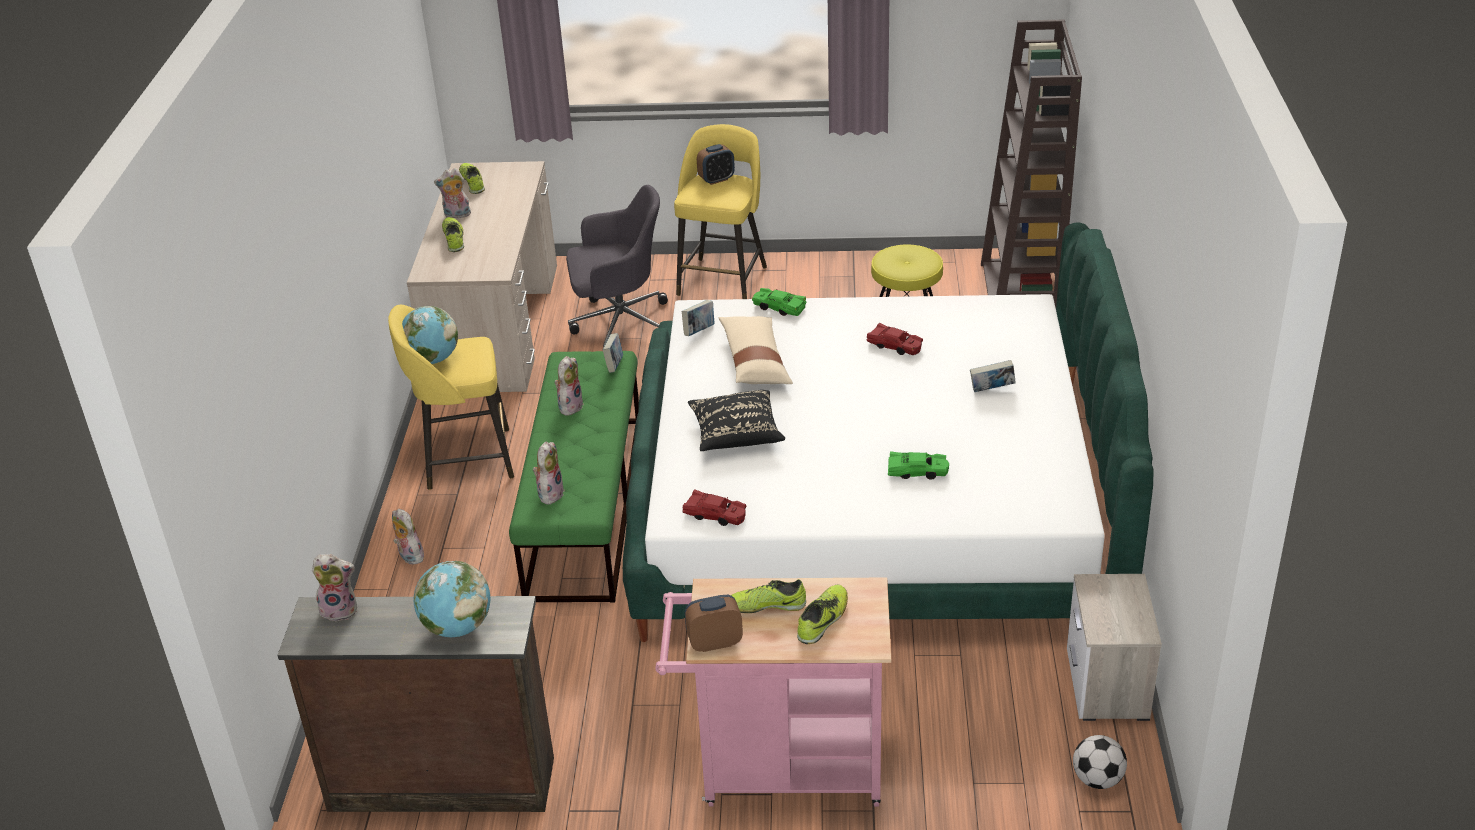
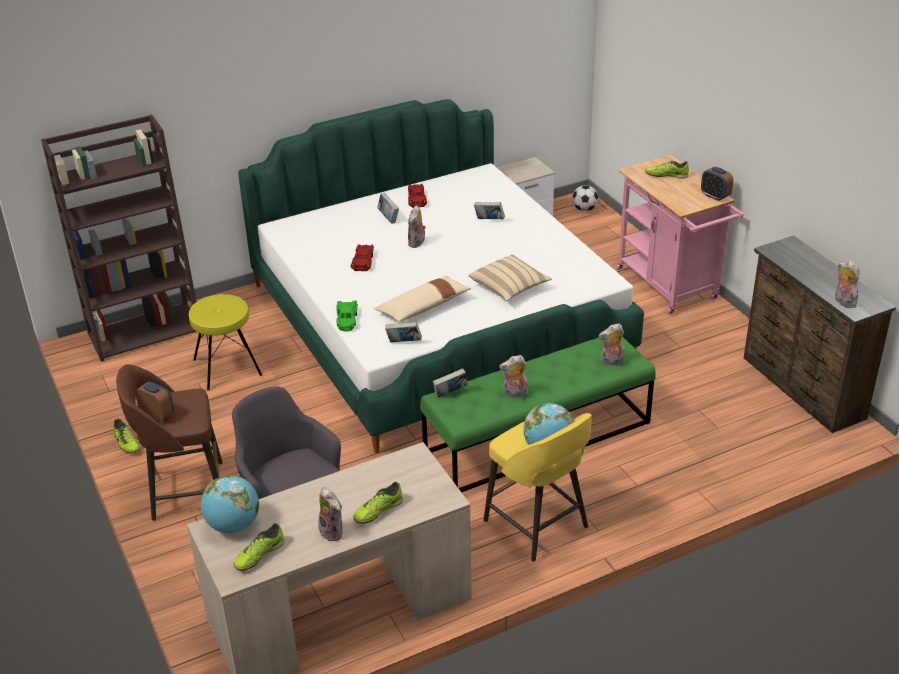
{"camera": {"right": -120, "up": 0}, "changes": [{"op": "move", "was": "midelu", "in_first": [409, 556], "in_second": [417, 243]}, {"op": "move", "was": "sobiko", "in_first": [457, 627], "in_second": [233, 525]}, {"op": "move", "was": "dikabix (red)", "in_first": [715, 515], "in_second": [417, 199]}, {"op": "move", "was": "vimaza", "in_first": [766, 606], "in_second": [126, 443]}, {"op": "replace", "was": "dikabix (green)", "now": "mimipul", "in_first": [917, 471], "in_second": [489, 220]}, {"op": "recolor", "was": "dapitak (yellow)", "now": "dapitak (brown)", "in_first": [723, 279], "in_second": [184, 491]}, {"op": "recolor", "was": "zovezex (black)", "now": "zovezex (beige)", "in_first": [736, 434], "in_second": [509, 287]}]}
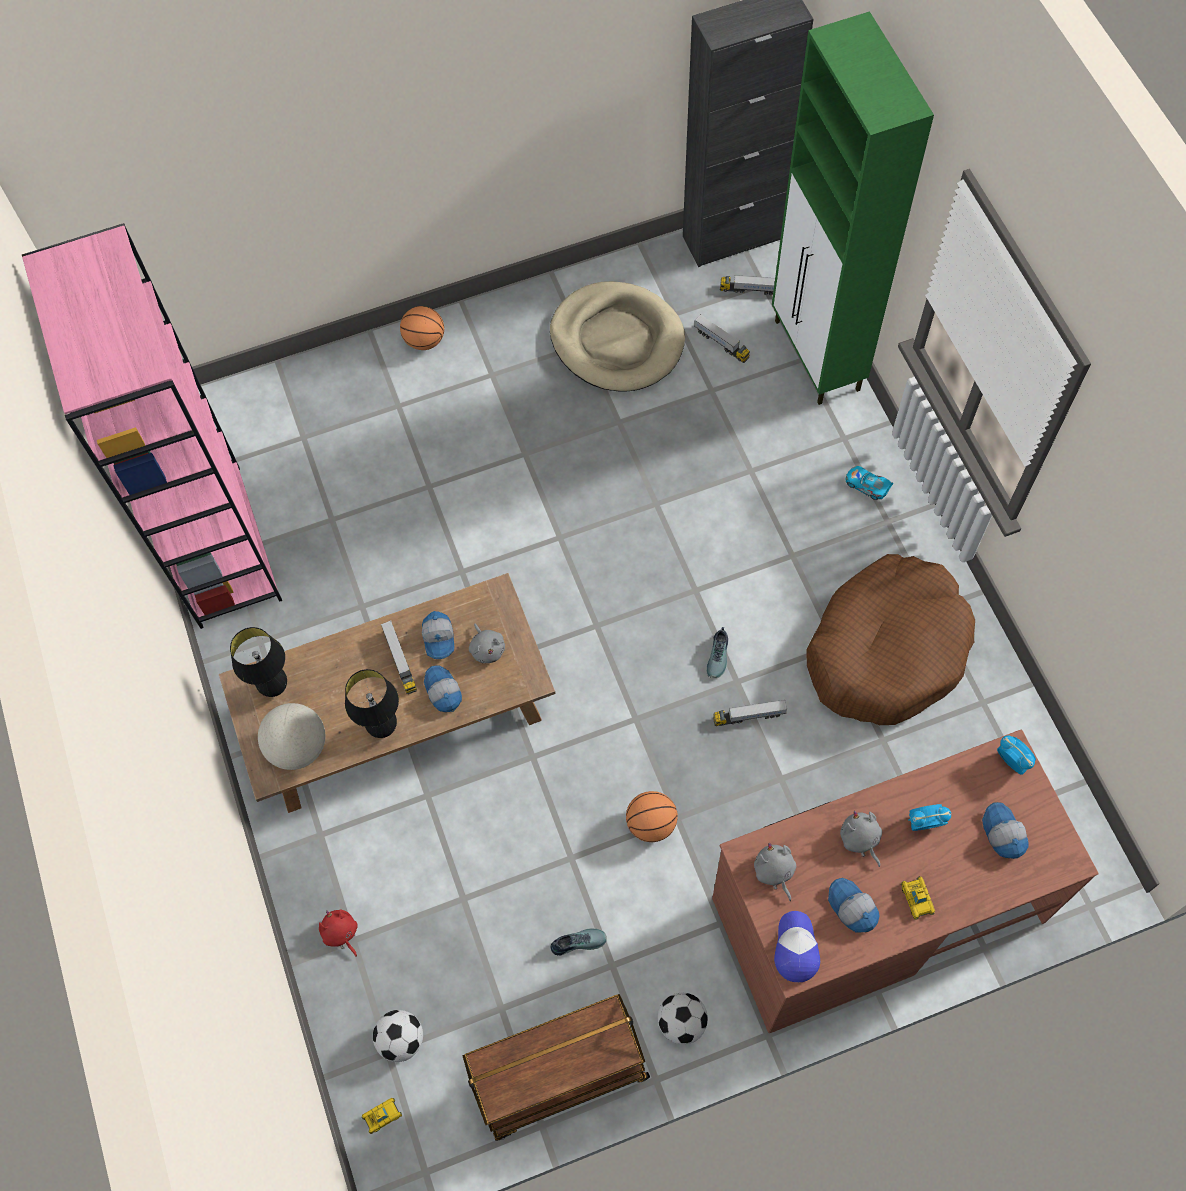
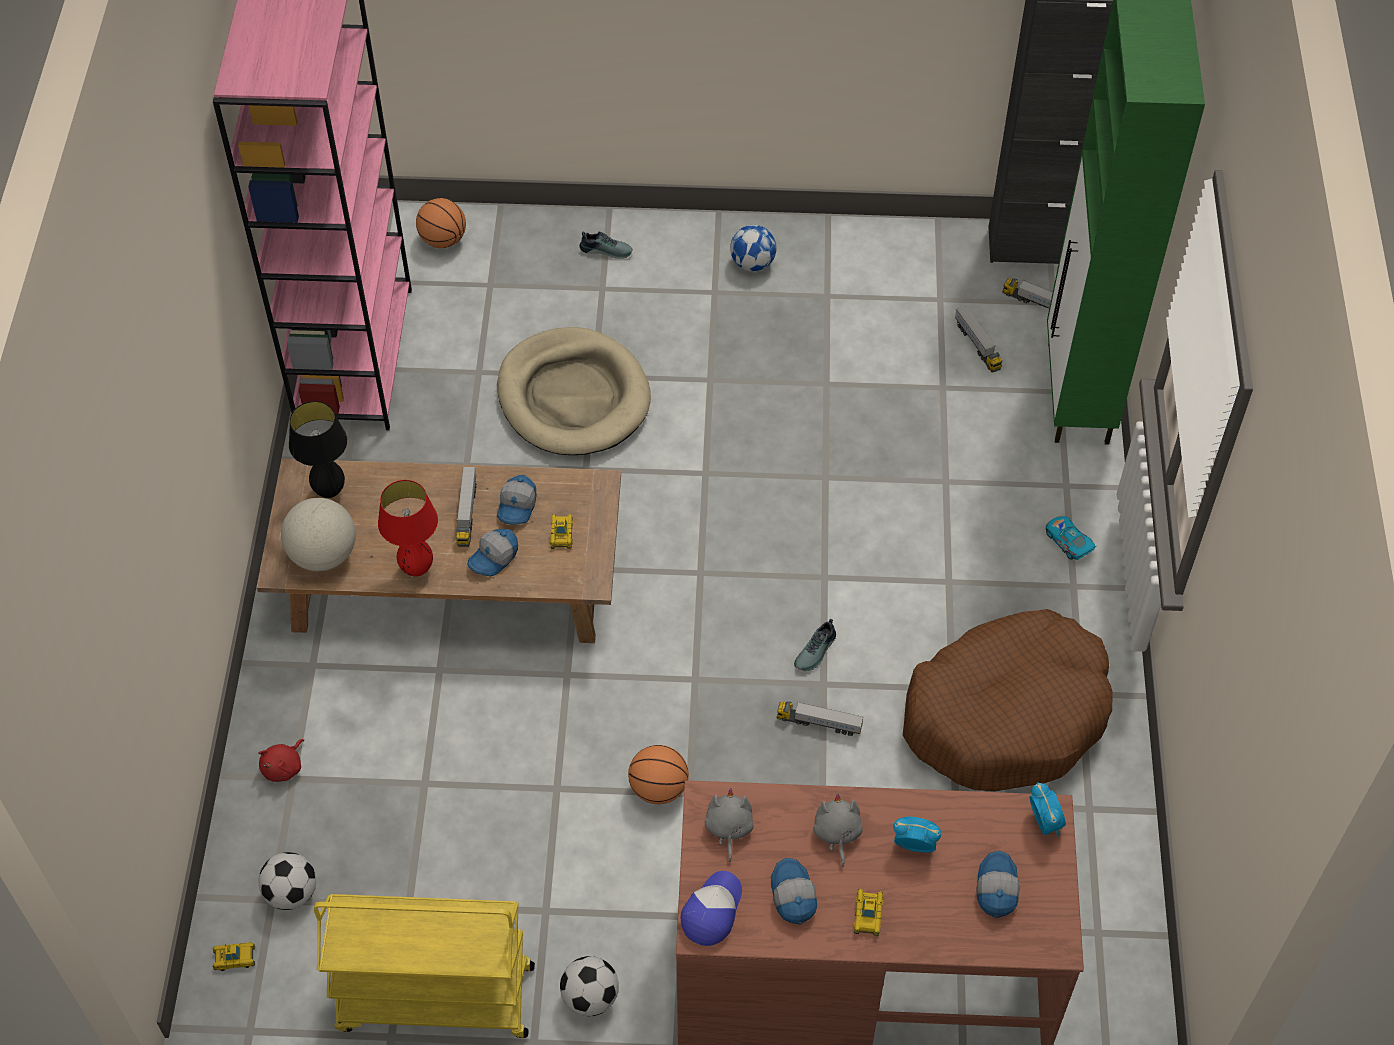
{"camera": {"right": 20, "up": -10}, "changes": [{"op": "insert", "now": "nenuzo", "in_second": [752, 263]}, {"op": "move", "was": "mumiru", "in_first": [424, 340], "in_second": [443, 240]}, {"op": "move", "was": "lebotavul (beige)", "in_first": [617, 340], "in_second": [573, 397]}, {"op": "move", "was": "vimaza", "in_first": [578, 941], "in_second": [606, 249]}, {"op": "replace", "was": "midelu (grey)", "now": "dikabix", "in_first": [487, 648], "in_second": [561, 534]}, {"op": "recolor", "was": "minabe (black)", "now": "minabe (red)", "in_first": [383, 728], "in_second": [417, 569]}, {"op": "recolor", "was": "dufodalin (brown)", "now": "dufodalin (yellow)", "in_first": [560, 1078], "in_second": [434, 999]}, {"op": "rotate", "was": "midelu (red)", "in_first": [341, 933], "in_second": [284, 767], "clockwise": -135}, {"op": "rotate", "was": "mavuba", "in_first": [442, 692], "in_second": [494, 558], "clockwise": -135}]}
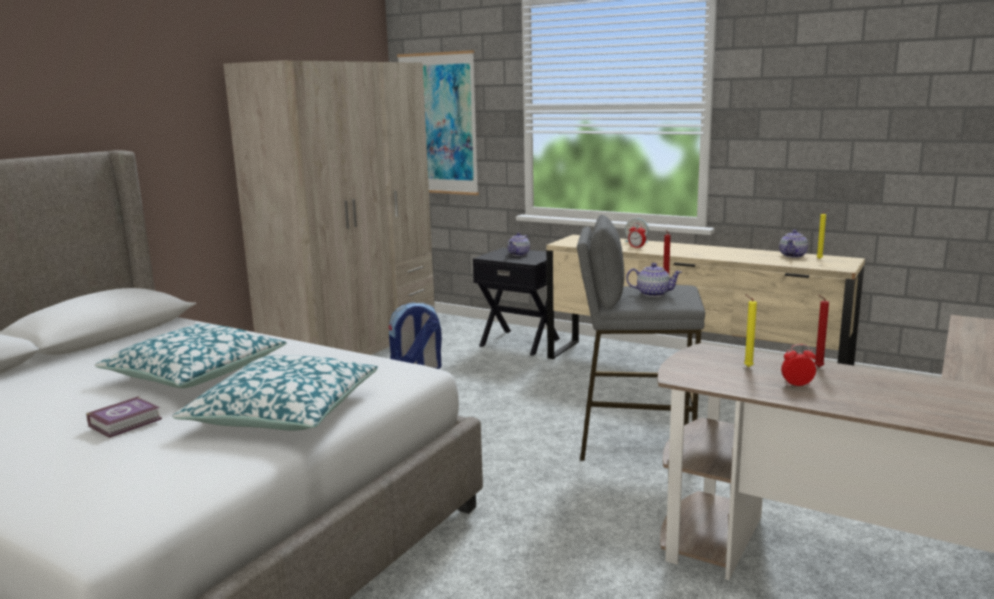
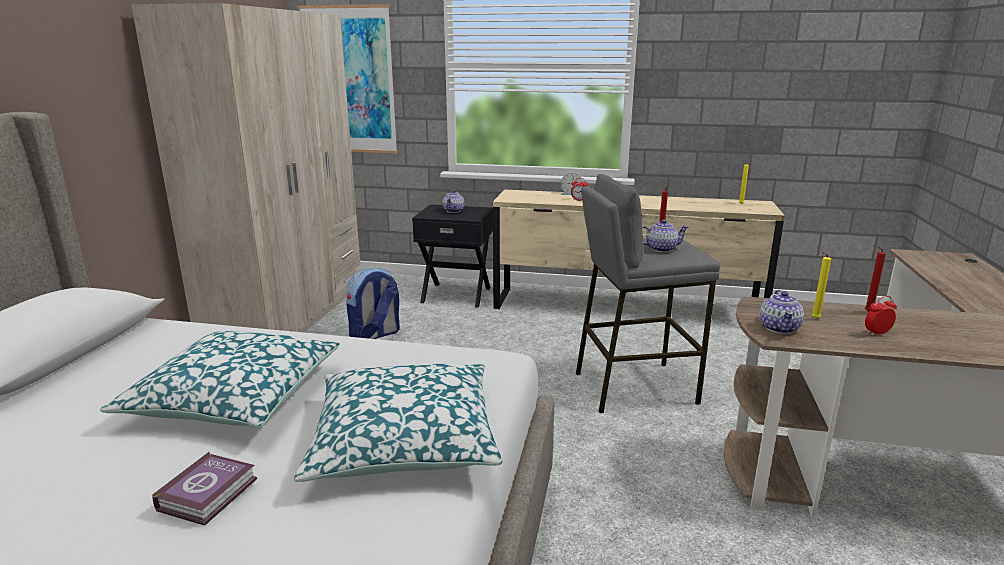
{"camera": {"right": -20, "up": 5}, "changes": [{"op": "move", "was": "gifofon", "in_first": [793, 255], "in_second": [779, 328]}]}
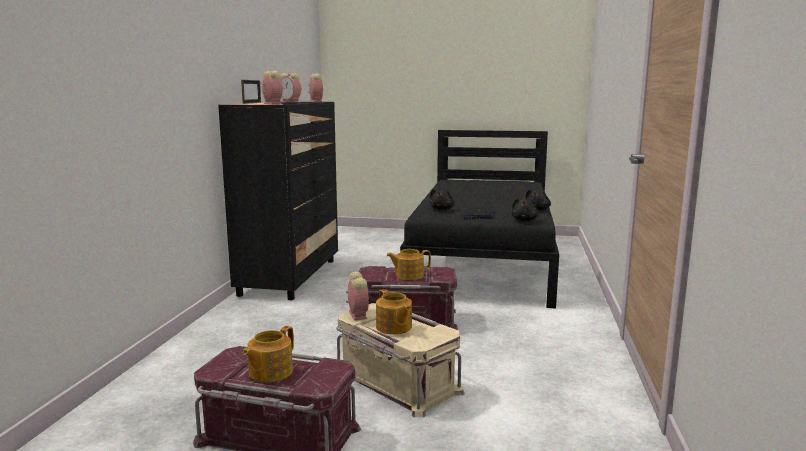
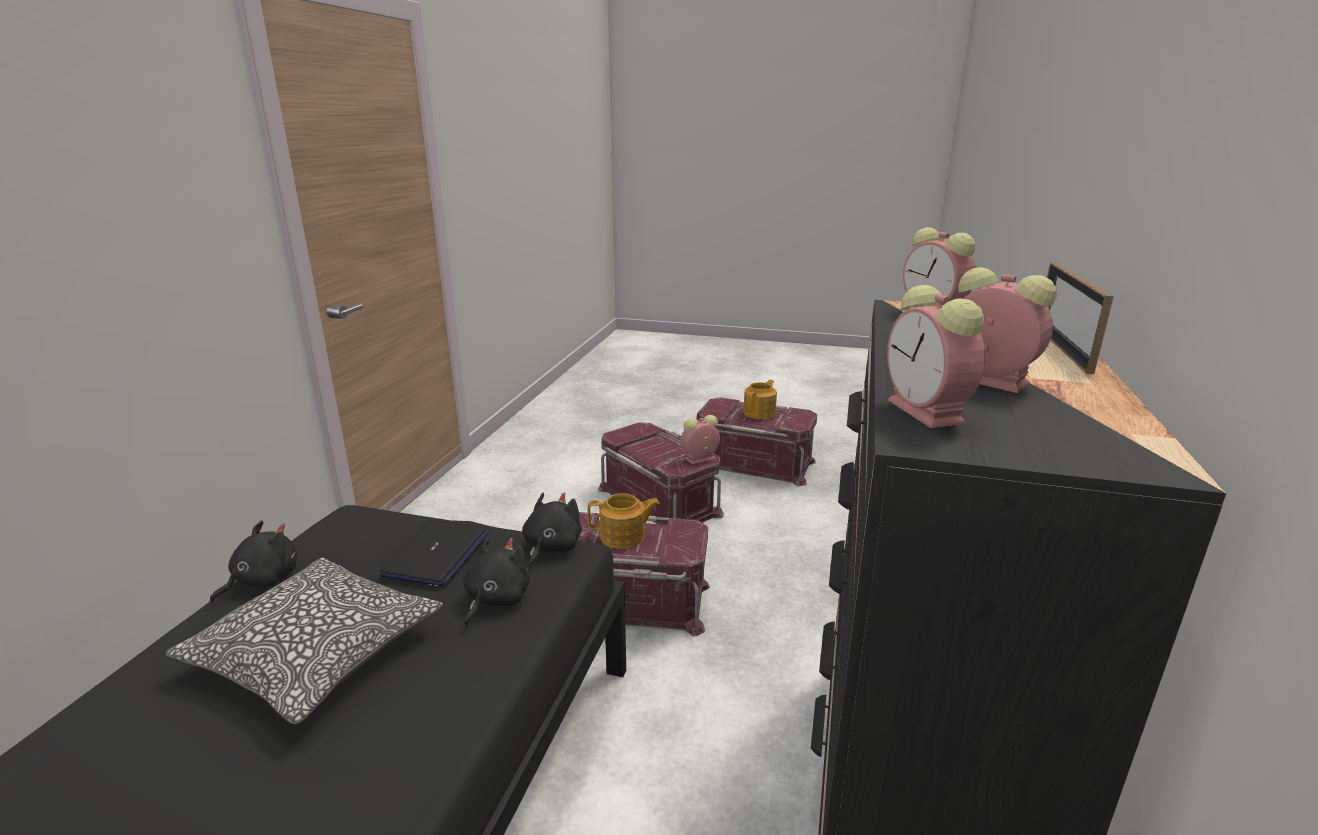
{"camera": {"right": -175, "up": 10}, "changes": [{"op": "delete", "was": "gifofon", "in_first": [393, 327]}, {"op": "insert", "now": "zovezex", "in_second": [316, 653]}, {"op": "move", "was": "midelu (black)", "in_first": [524, 220], "in_second": [551, 548]}, {"op": "recolor", "was": "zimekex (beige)", "now": "zimekex (red)", "in_first": [395, 382], "in_second": [660, 501]}, {"op": "rotate", "was": "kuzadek", "in_first": [357, 314], "in_second": [699, 459], "clockwise": 75}]}
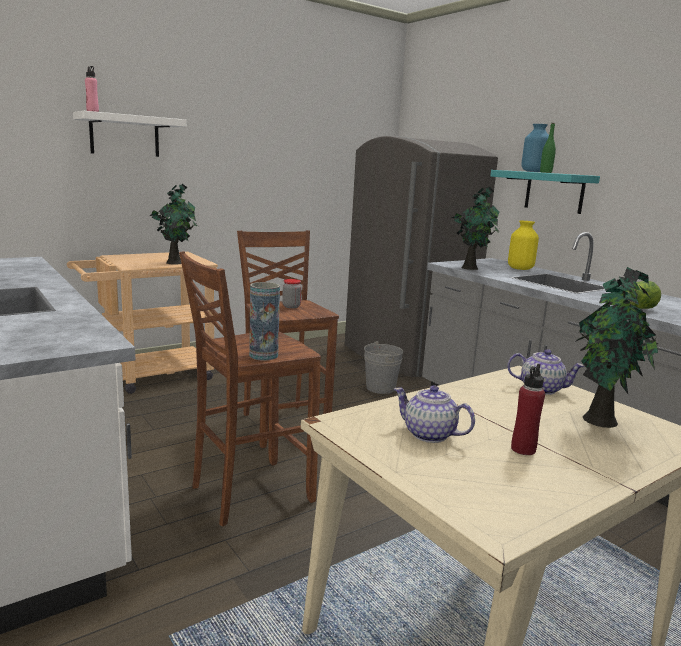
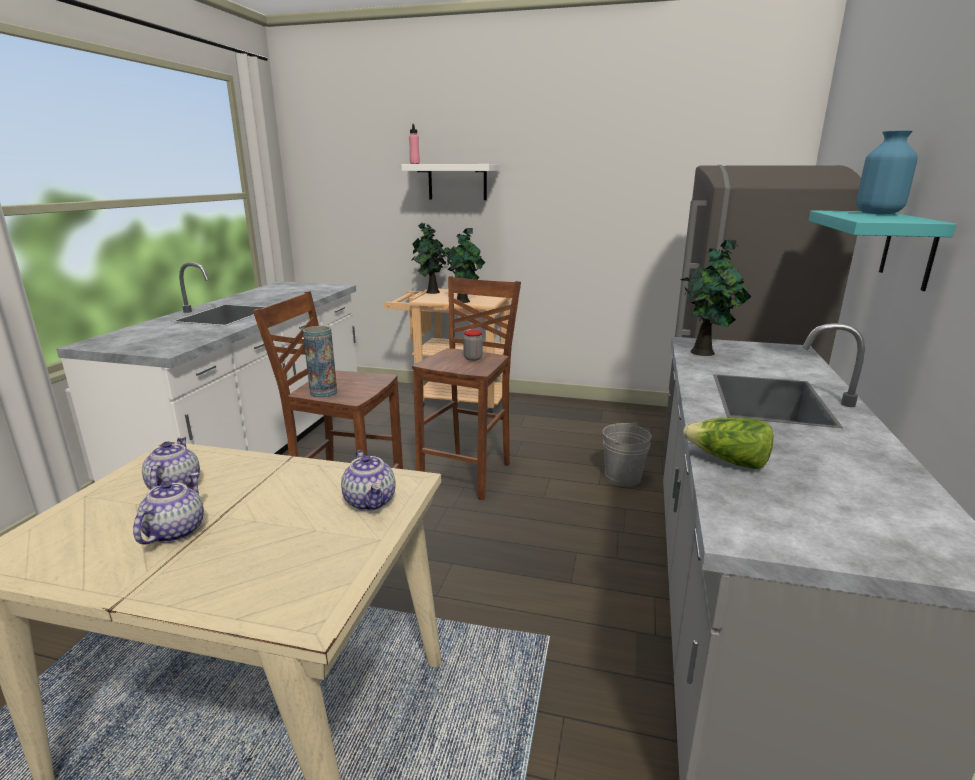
{"camera": {"right": 50, "up": 5}, "changes": [{"op": "delete", "was": "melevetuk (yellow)", "in_first": [520, 268]}, {"op": "delete", "was": "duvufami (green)", "in_first": [545, 172]}, {"op": "move", "was": "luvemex", "in_first": [601, 421], "in_second": [431, 292]}, {"op": "replace", "was": "duvufami (red)", "now": "gifofon", "in_first": [523, 449], "in_second": [175, 531]}]}
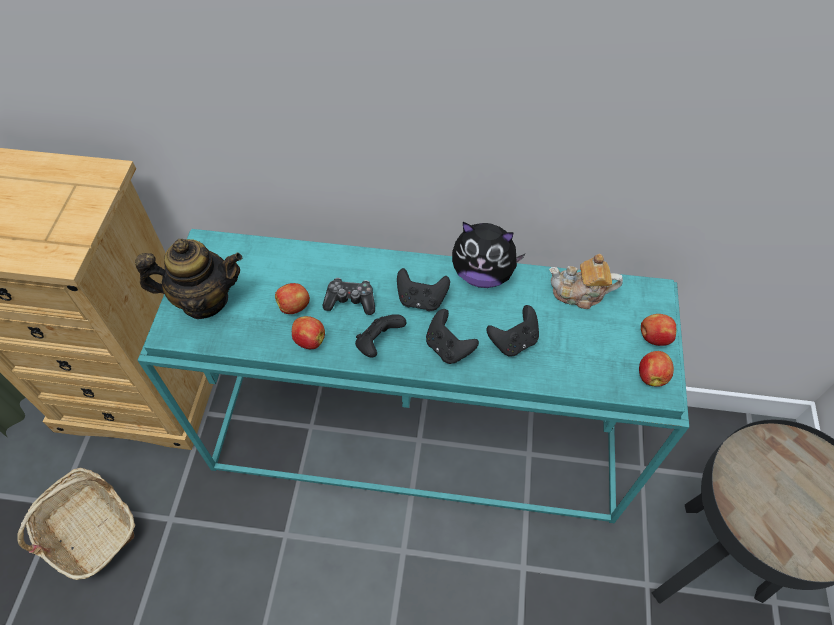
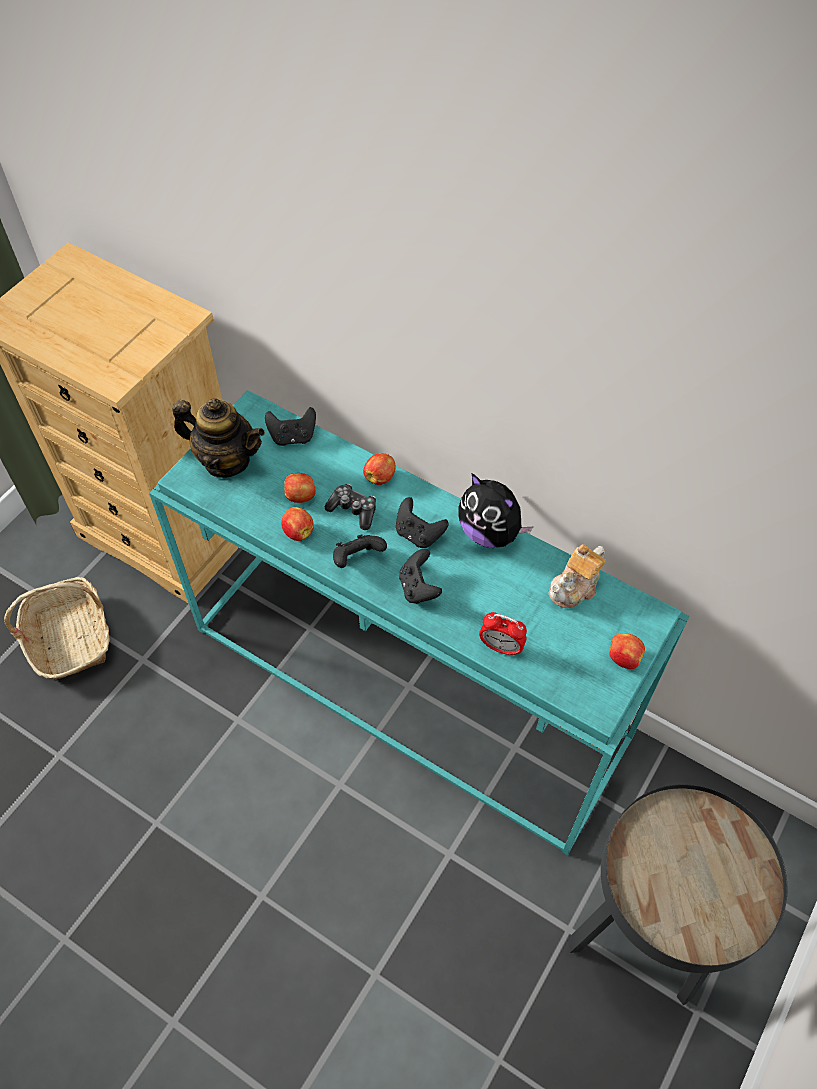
{"camera": {"right": 25, "up": 0}, "changes": [{"op": "insert", "now": "kuzadek", "in_second": [501, 647]}, {"op": "move", "was": "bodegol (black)", "in_first": [513, 341], "in_second": [293, 437]}, {"op": "move", "was": "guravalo", "in_first": [651, 375], "in_second": [380, 477]}, {"op": "rotate", "was": "gifofon", "in_first": [580, 293], "in_second": [575, 587], "clockwise": -75}]}
